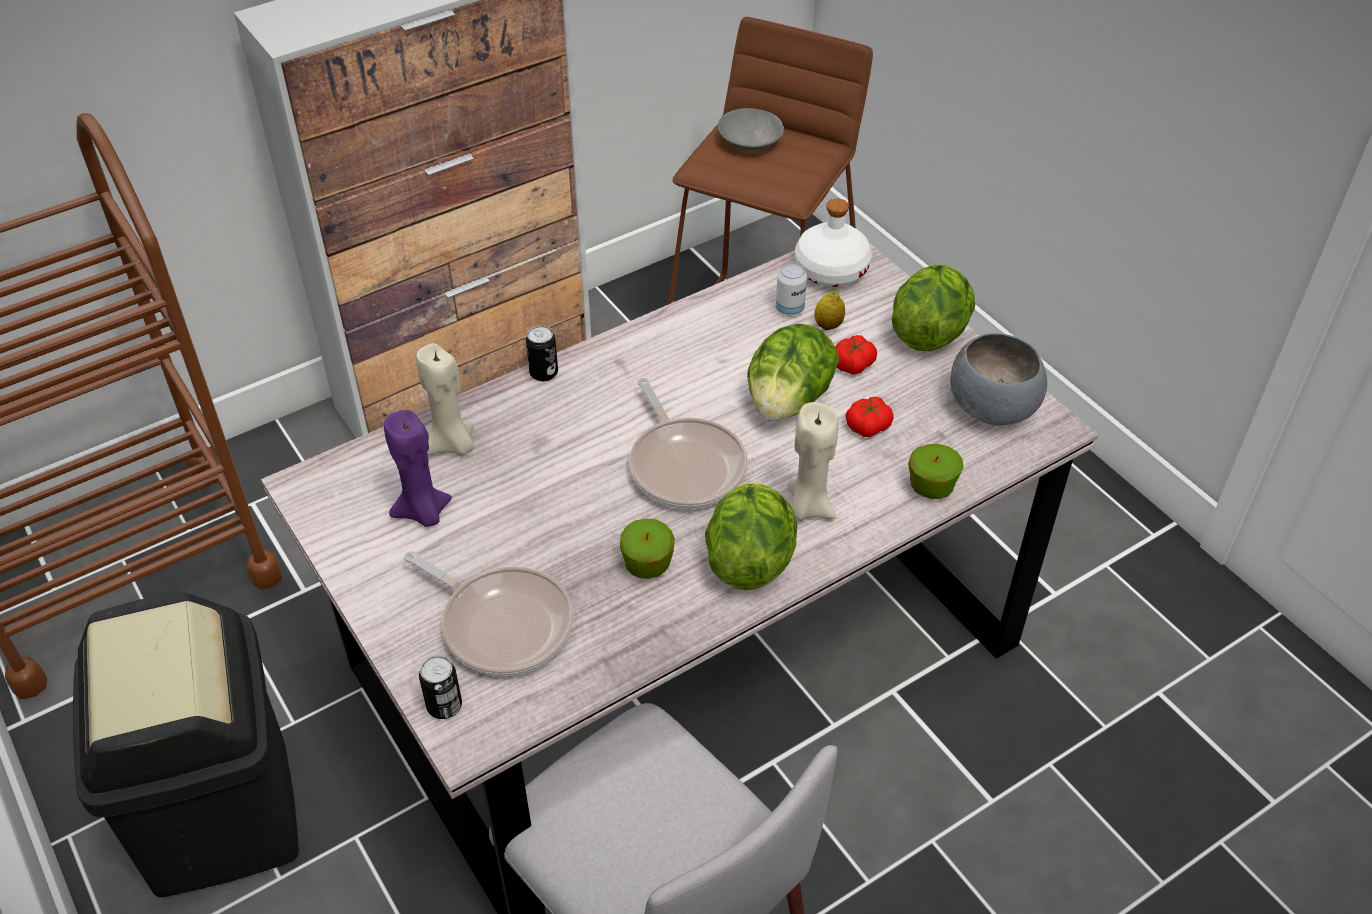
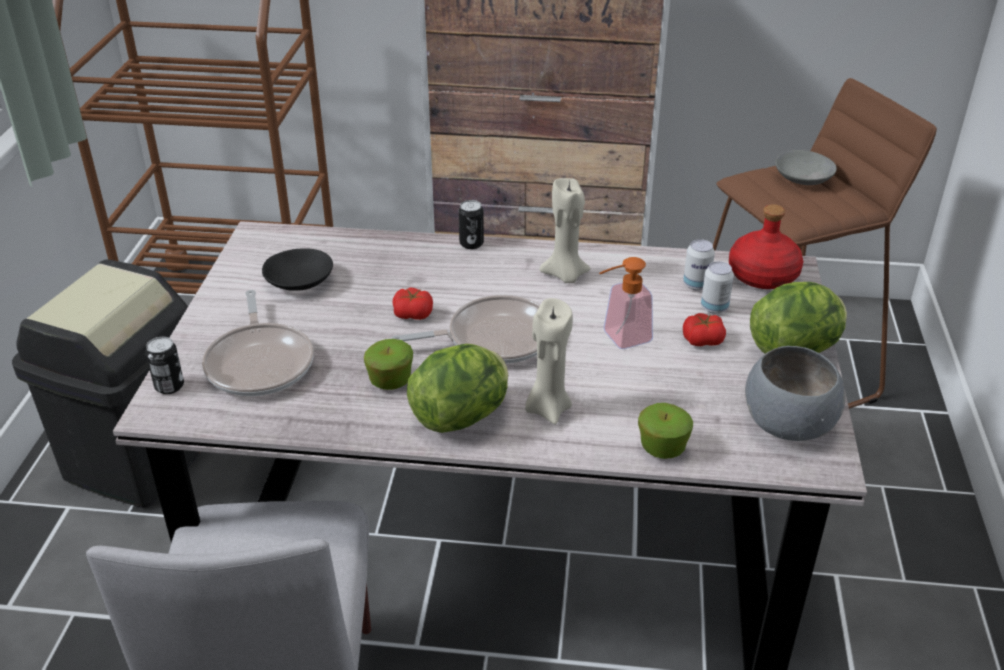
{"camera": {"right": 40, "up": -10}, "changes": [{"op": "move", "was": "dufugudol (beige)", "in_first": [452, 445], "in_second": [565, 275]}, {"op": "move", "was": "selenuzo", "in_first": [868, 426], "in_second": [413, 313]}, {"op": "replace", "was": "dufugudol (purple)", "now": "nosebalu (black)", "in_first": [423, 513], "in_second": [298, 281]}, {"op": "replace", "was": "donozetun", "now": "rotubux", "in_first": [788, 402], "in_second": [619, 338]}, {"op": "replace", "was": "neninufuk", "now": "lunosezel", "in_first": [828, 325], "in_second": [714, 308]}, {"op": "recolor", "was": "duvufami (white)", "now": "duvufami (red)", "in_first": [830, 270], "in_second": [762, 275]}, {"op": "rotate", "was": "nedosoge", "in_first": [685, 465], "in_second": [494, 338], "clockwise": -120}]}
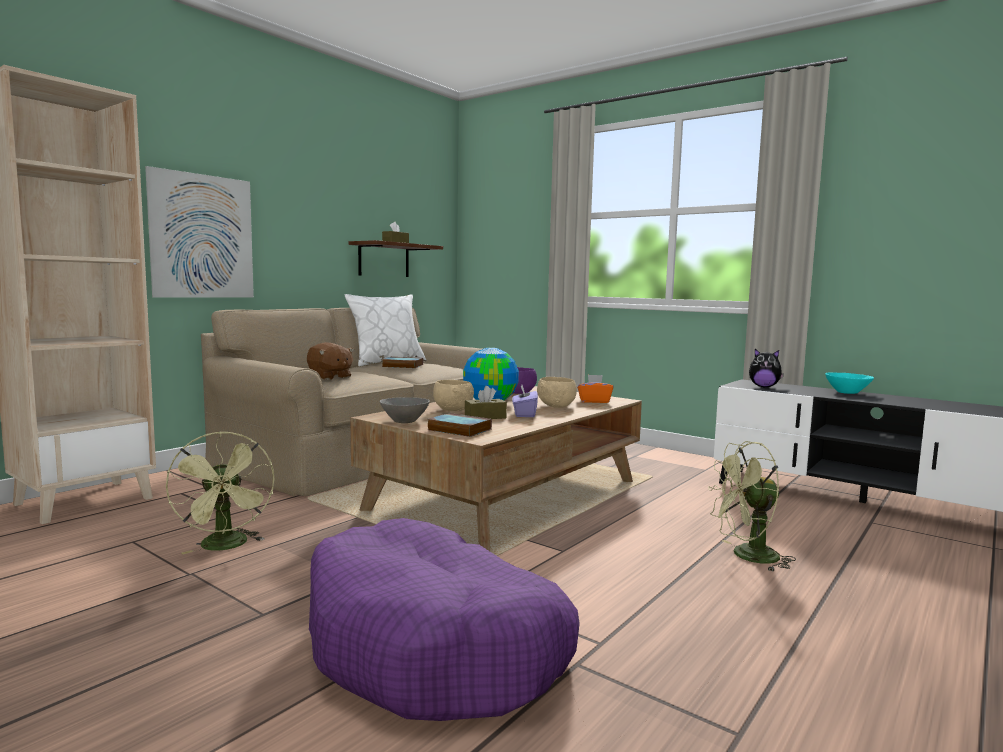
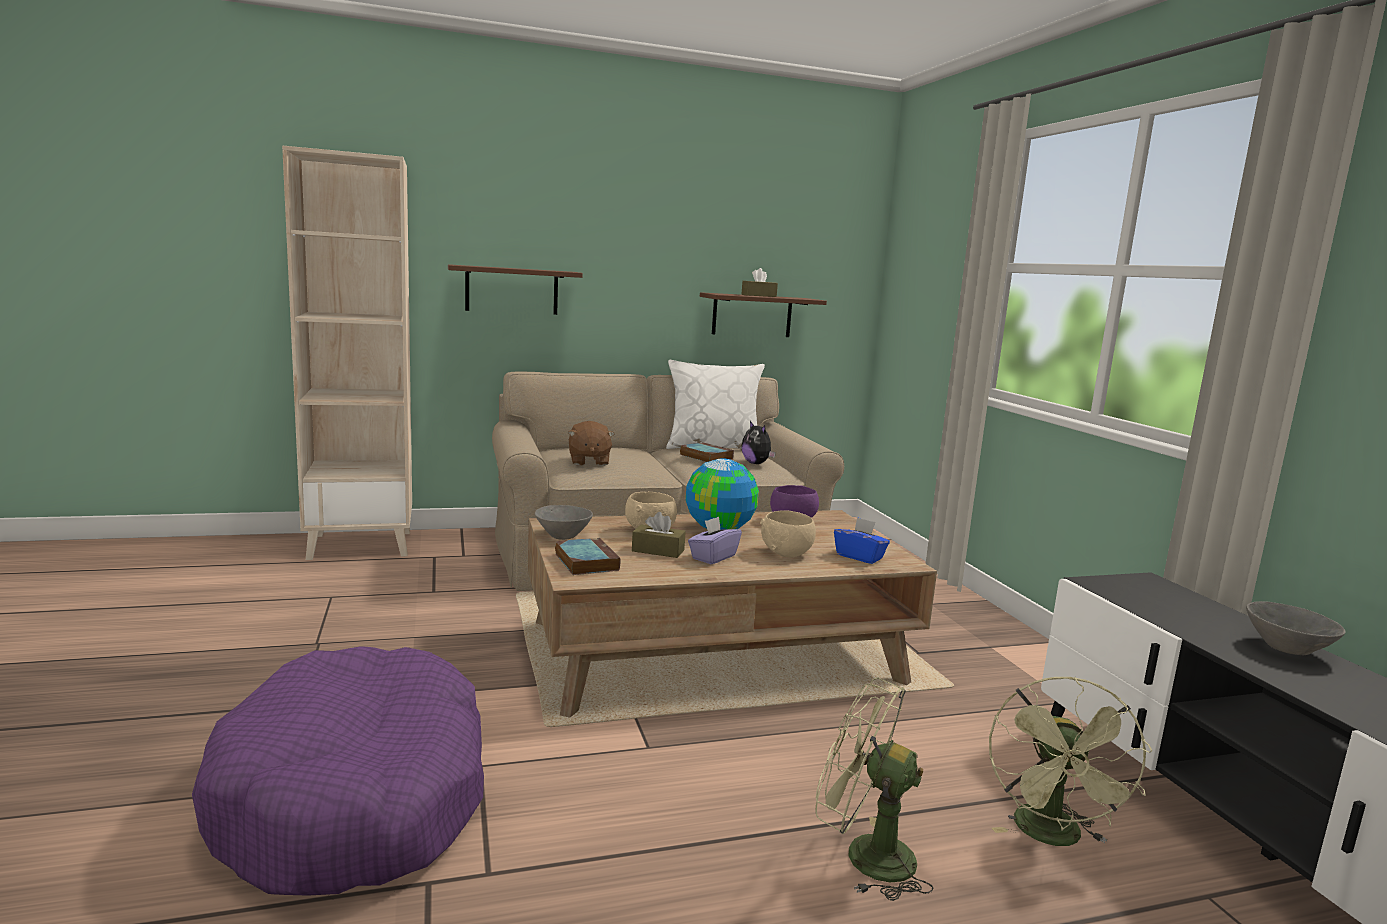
{"camera": {"right": 35, "up": 5}, "changes": [{"op": "move", "was": "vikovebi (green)", "in_first": [226, 546], "in_second": [1052, 837]}, {"op": "move", "was": "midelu", "in_first": [764, 387], "in_second": [756, 463]}, {"op": "replace", "was": "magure", "now": "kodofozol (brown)", "in_first": [202, 236], "in_second": [512, 290]}, {"op": "recolor", "was": "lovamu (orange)", "now": "lovamu (blue)", "in_first": [594, 401], "in_second": [859, 557]}, {"op": "recolor", "was": "nosebalu (turquoise)", "now": "nosebalu (grey)", "in_first": [847, 392], "in_second": [1287, 649]}]}
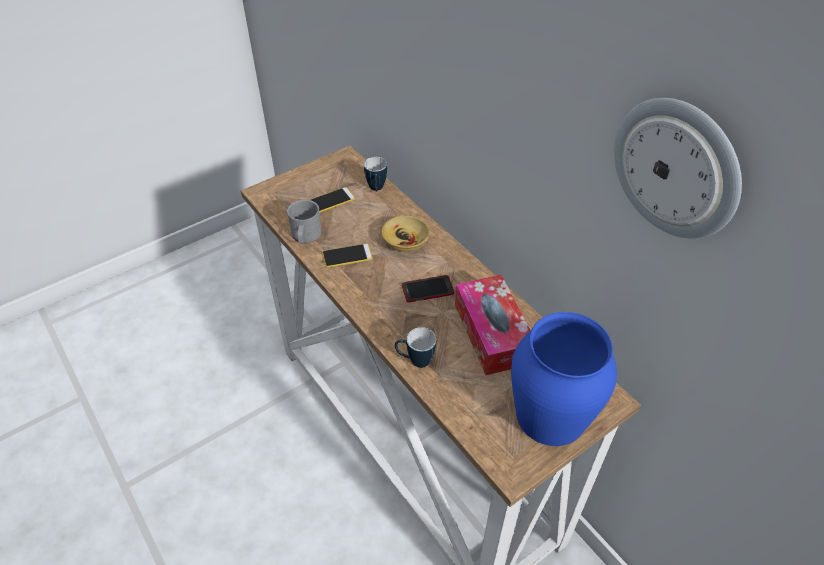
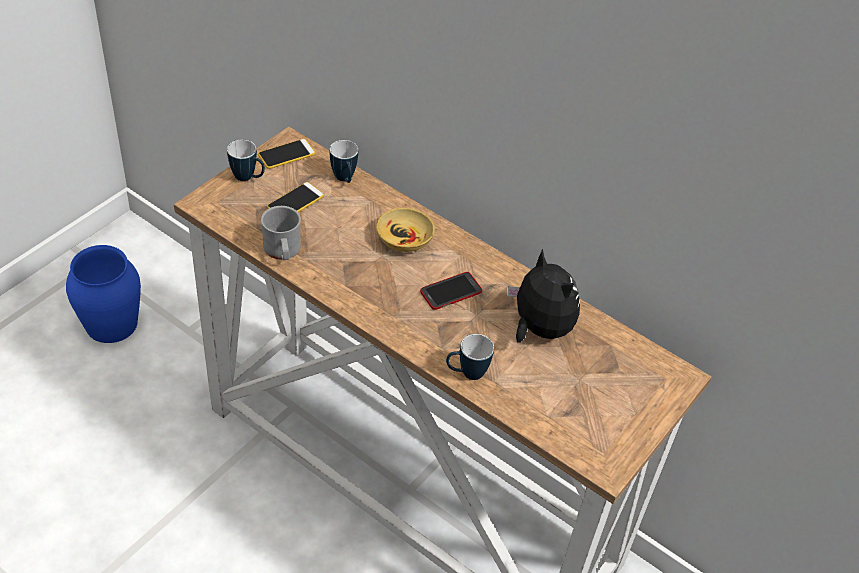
{"camera": {"right": -20, "up": 0}, "changes": [{"op": "delete", "was": "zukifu", "in_first": [676, 168]}, {"op": "insert", "now": "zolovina", "in_second": [248, 178]}, {"op": "move", "was": "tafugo", "in_first": [347, 256], "in_second": [286, 154]}, {"op": "move", "was": "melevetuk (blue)", "in_first": [550, 414], "in_second": [111, 323]}, {"op": "replace", "was": "lovamu", "now": "midelu", "in_first": [492, 333], "in_second": [538, 329]}]}
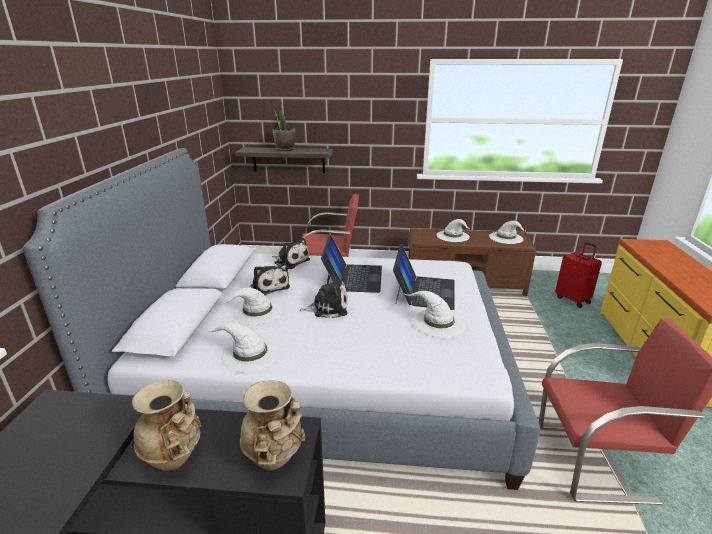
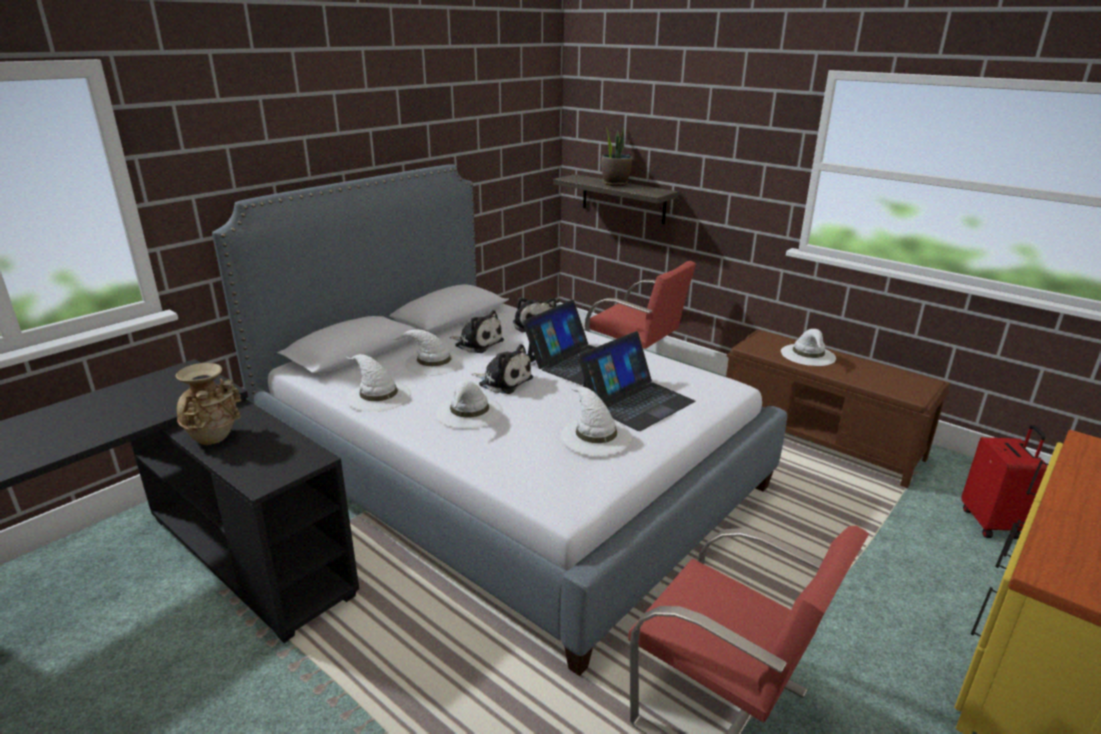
{"camera": {"right": 35, "up": 0}, "changes": [{"op": "delete", "was": "melevetuk (beige)", "in_first": [276, 458]}, {"op": "move", "was": "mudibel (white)", "in_first": [506, 238], "in_second": [469, 412]}, {"op": "rotate", "was": "midelu", "in_first": [269, 286], "in_second": [477, 343], "clockwise": -60}]}
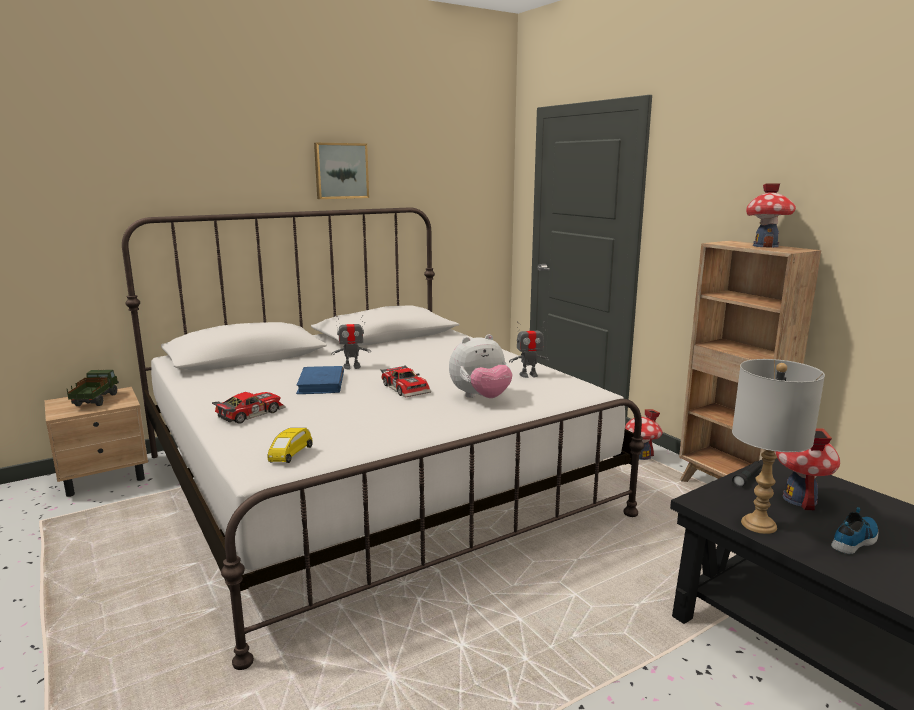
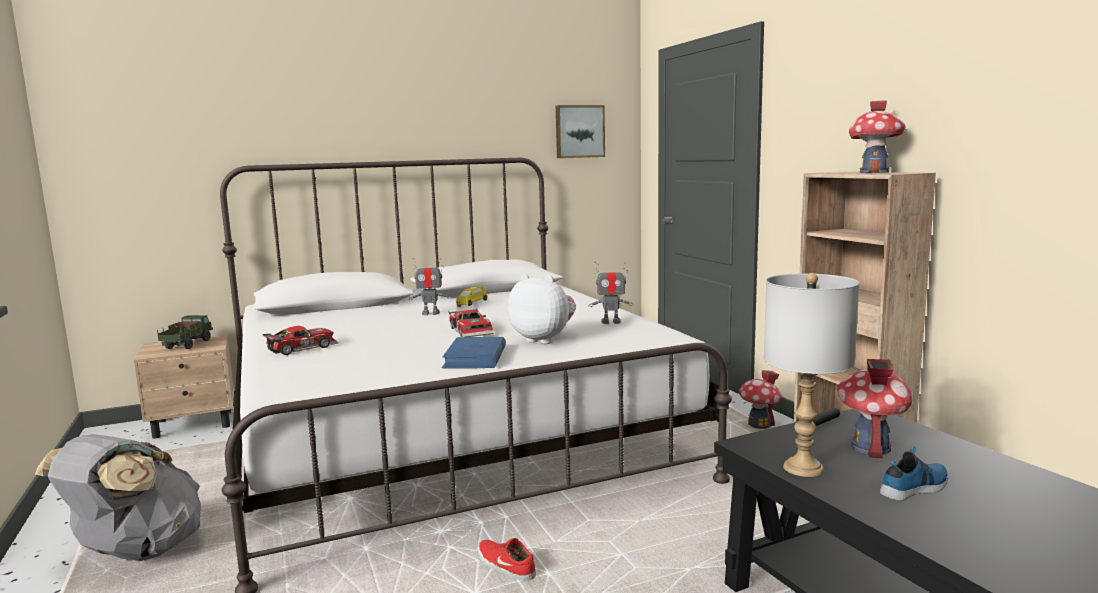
{"camera": {"right": 10, "up": -5}, "changes": [{"op": "insert", "now": "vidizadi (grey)", "in_second": [136, 552]}, {"op": "insert", "now": "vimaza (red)", "in_second": [504, 566]}, {"op": "move", "was": "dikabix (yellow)", "in_first": [290, 455], "in_second": [471, 304]}, {"op": "move", "was": "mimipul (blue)", "in_first": [321, 384], "in_second": [475, 358]}, {"op": "move", "was": "magure", "in_first": [341, 171], "in_second": [579, 131]}, {"op": "rotate", "was": "midelu", "in_first": [480, 398], "in_second": [544, 339], "clockwise": -135}]}
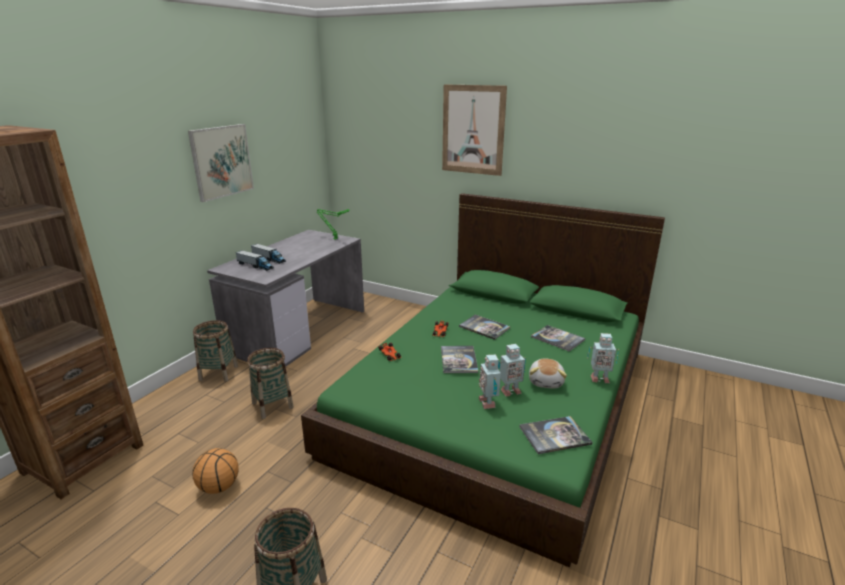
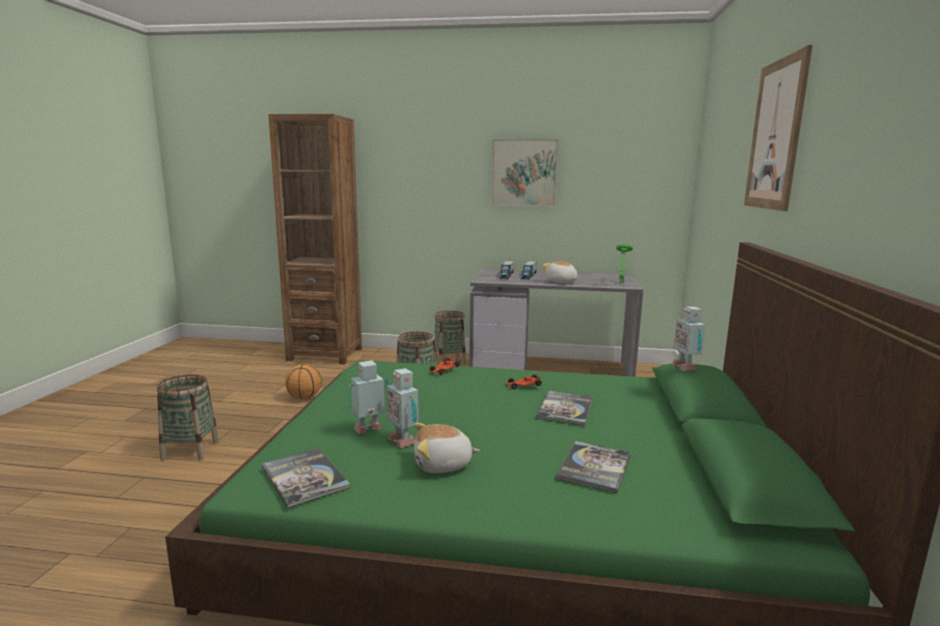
{"camera": {"right": 70, "up": -10}, "changes": [{"op": "delete", "was": "mimipul", "in_first": [458, 360]}, {"op": "insert", "now": "midelu", "in_second": [561, 282]}, {"op": "move", "was": "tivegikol", "in_first": [599, 378], "in_second": [685, 367]}]}
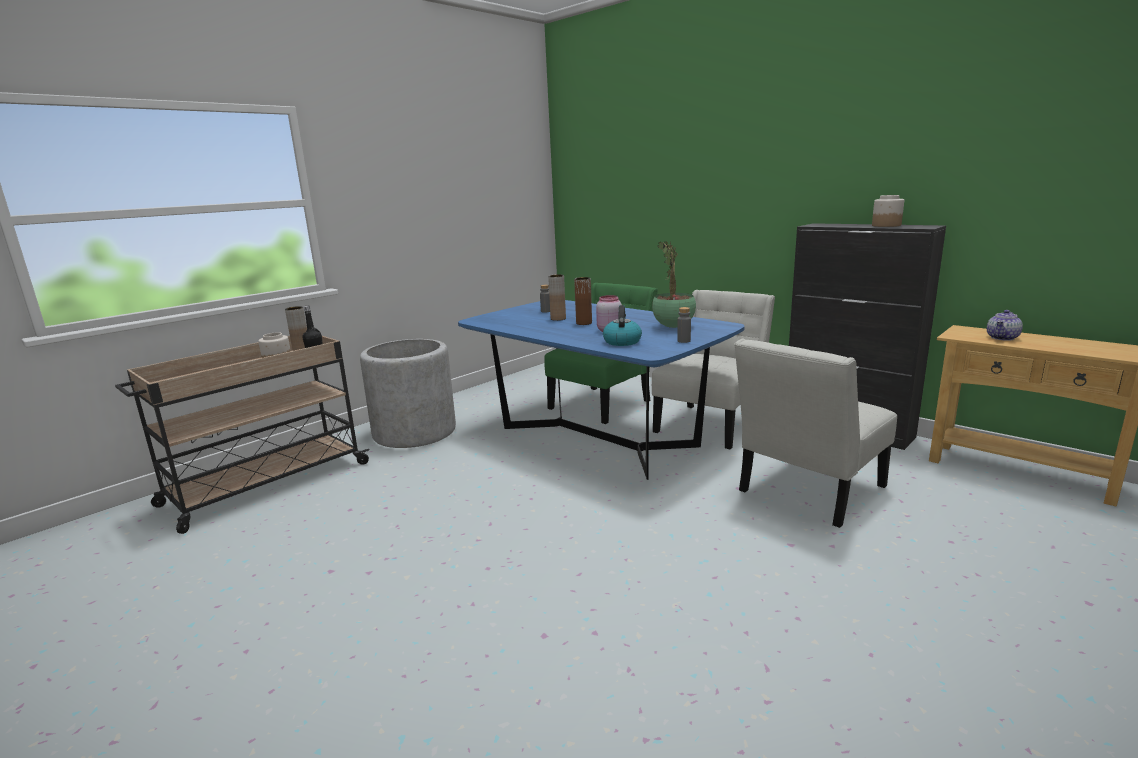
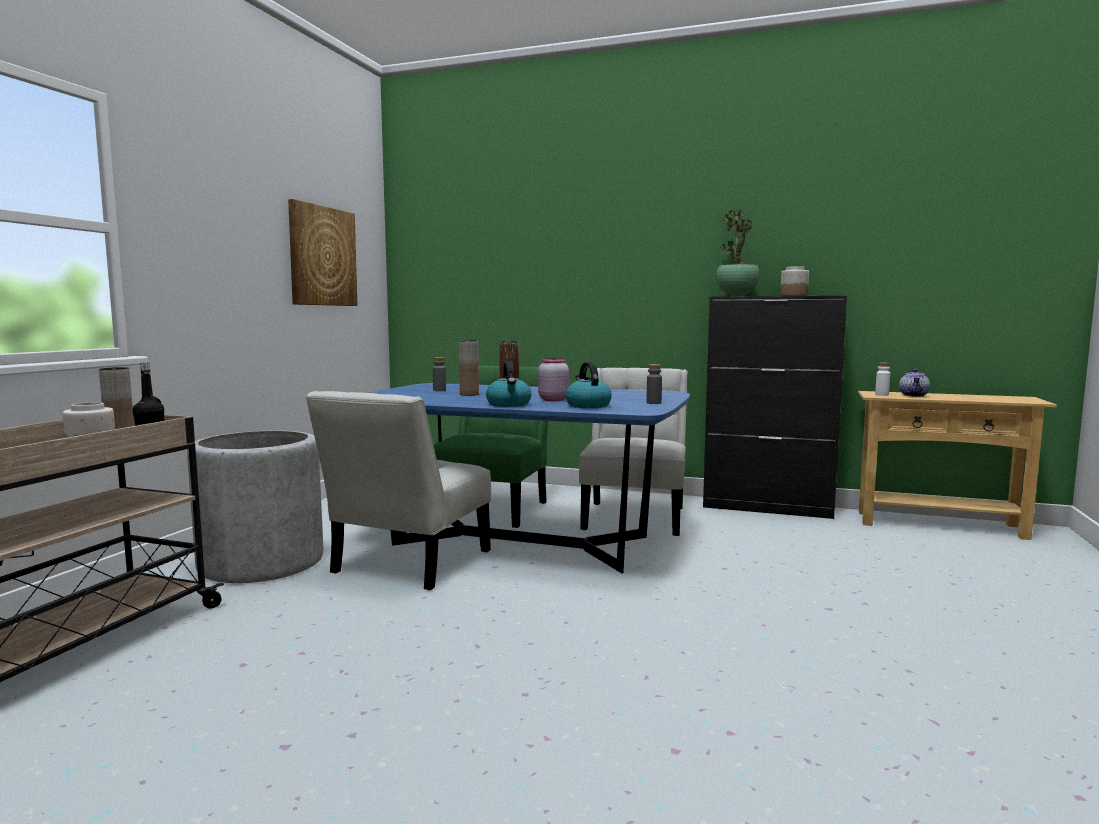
{"camera": {"right": -25, "up": -10}, "changes": [{"op": "insert", "now": "magure", "in_second": [322, 256]}, {"op": "insert", "now": "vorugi", "in_second": [509, 404]}, {"op": "insert", "now": "duvufami (white)", "in_second": [882, 394]}, {"op": "move", "was": "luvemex", "in_first": [673, 327], "in_second": [737, 296]}, {"op": "move", "was": "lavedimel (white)", "in_first": [807, 492], "in_second": [407, 565]}]}
